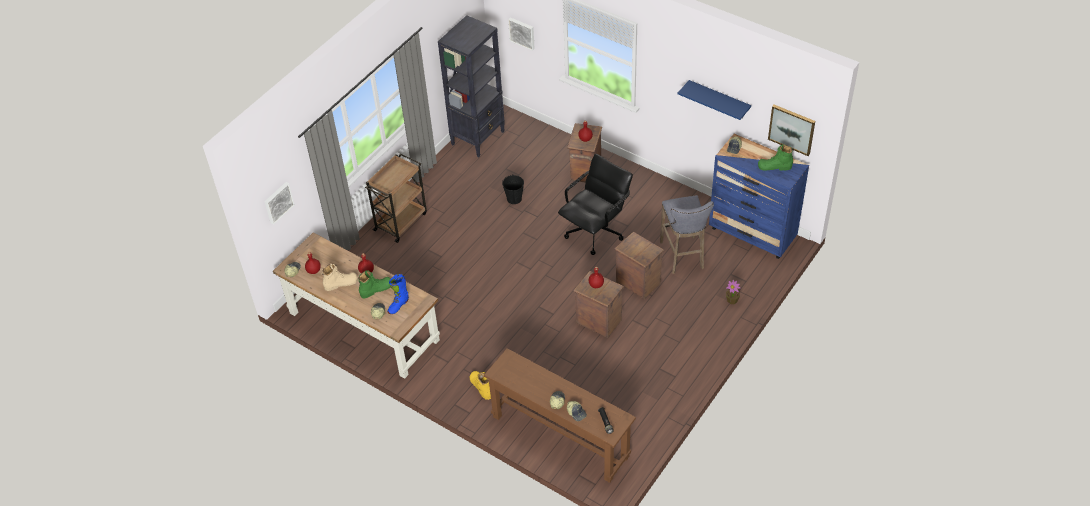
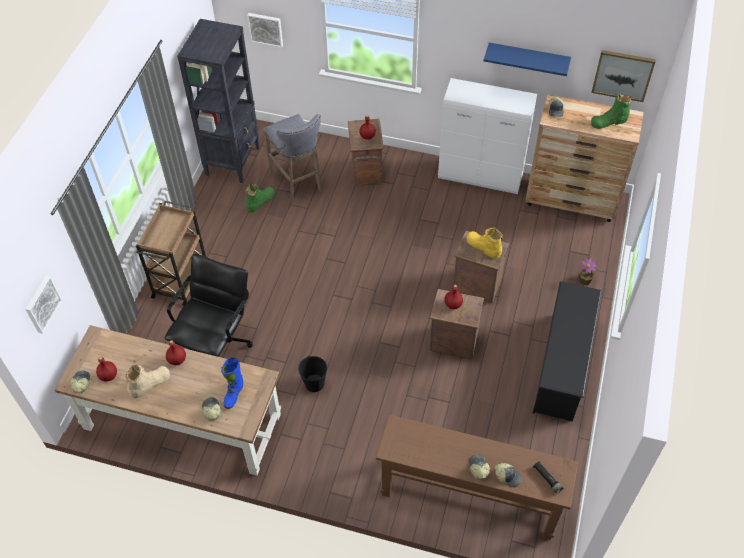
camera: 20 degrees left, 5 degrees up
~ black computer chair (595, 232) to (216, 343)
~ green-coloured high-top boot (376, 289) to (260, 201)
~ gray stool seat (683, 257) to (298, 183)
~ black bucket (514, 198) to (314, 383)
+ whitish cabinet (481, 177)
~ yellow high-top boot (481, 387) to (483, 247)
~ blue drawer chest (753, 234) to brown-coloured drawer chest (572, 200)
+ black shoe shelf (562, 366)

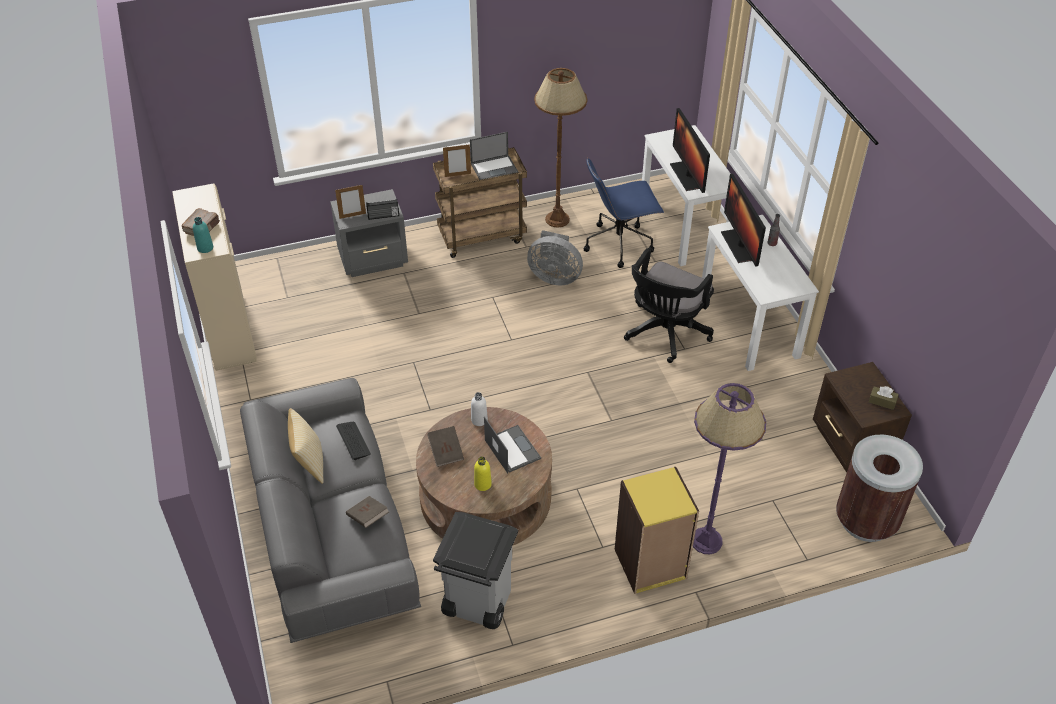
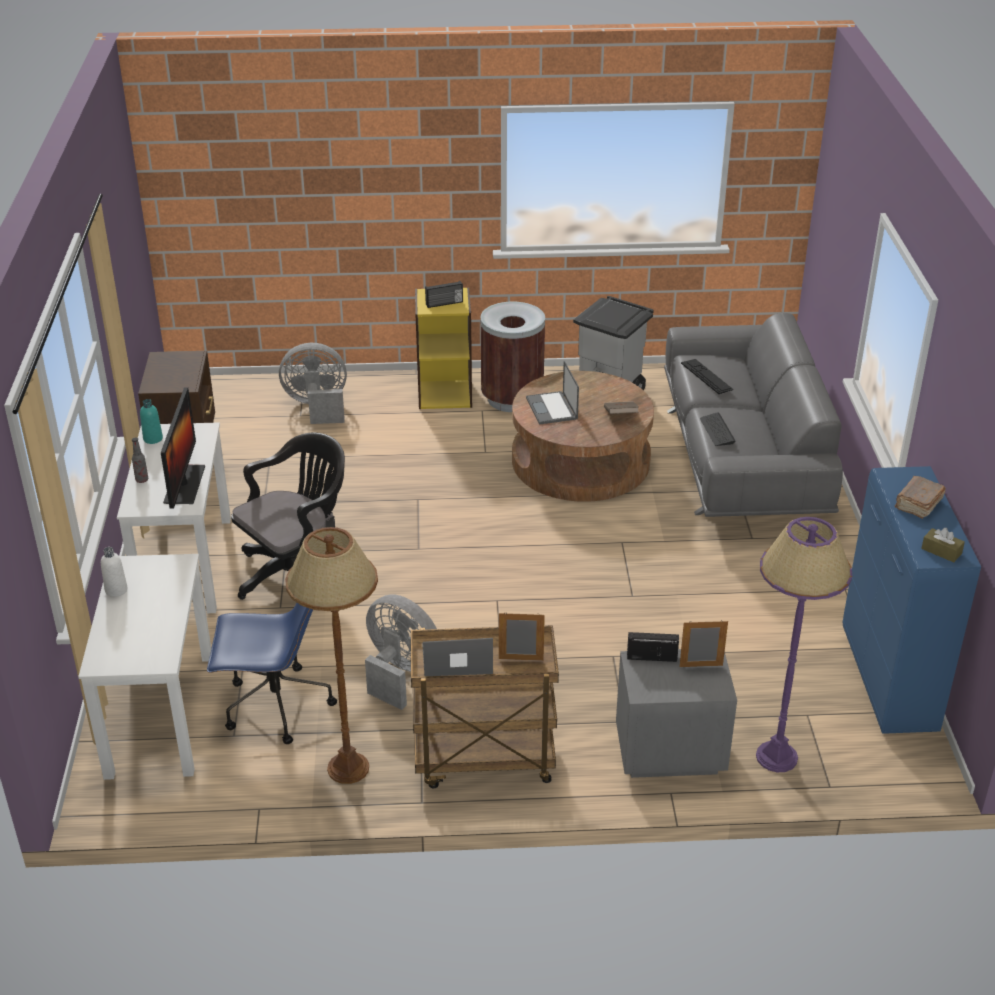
camera: 165 degrees left, 10 degrees down
~ whitish beverage bottle (479, 420) to (116, 590)
~ blue-green beverage bottle (205, 248) to (153, 439)
+ gray cooling fan (317, 407)
+ radio (444, 303)
~ brown-coloured waste bin (866, 520) to (511, 399)
~ brown-coloured book (368, 518) to PC keyboard (706, 376)
~ purple-coloured standing lamp (706, 541) to (776, 757)
~ beige cabinet (229, 330) to blue cabinet (889, 681)
~ brown-coloured box of tissues (882, 401) to (941, 551)
- pillow (309, 463)
- yellow beverage bottle (482, 484)
- monitor (687, 175)

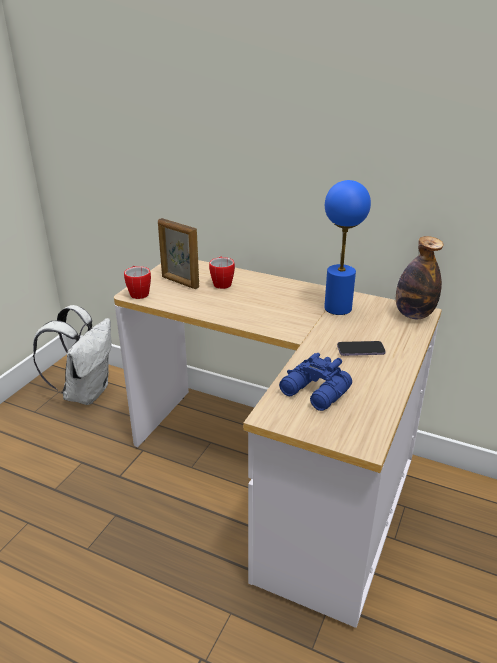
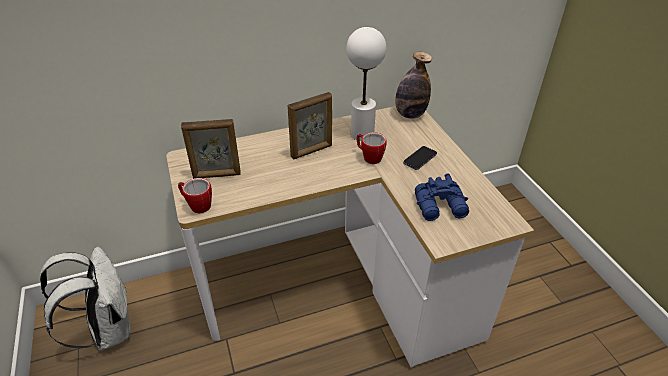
camera: 45 degrees left, 10 degrees up
+ photo frame (312, 151)
~ blue lamp for a table (338, 308) to whitish lamp for a table (362, 134)
~ coffee mug (222, 283) to (369, 157)

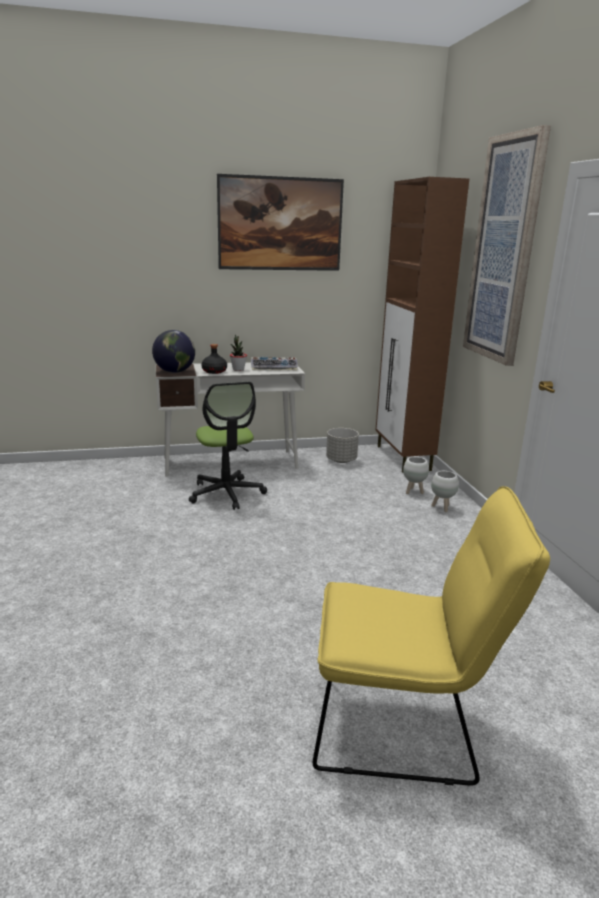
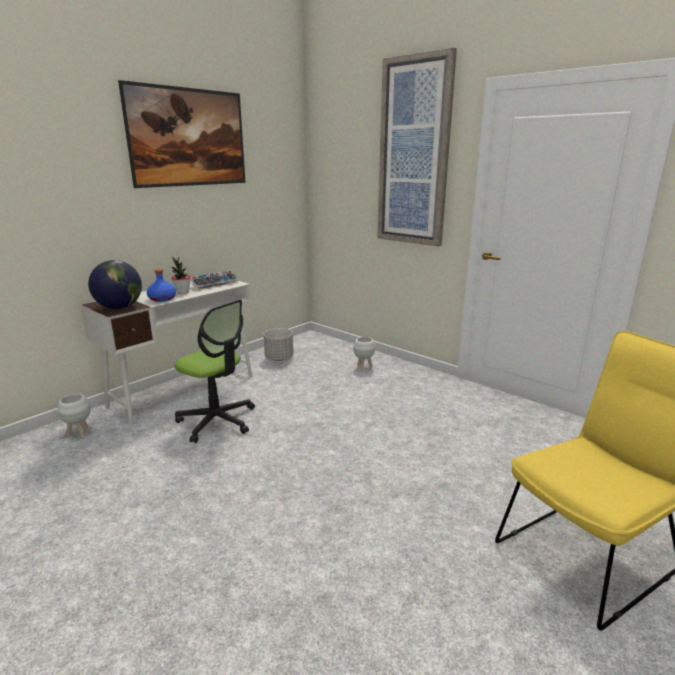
camera: 35 degrees left, 0 degrees up
~ whitish plant pot (442, 508) to (79, 433)
~ black beverage bottle (214, 371) to blue beverage bottle (162, 299)
- brown-coloured cabinet (403, 458)

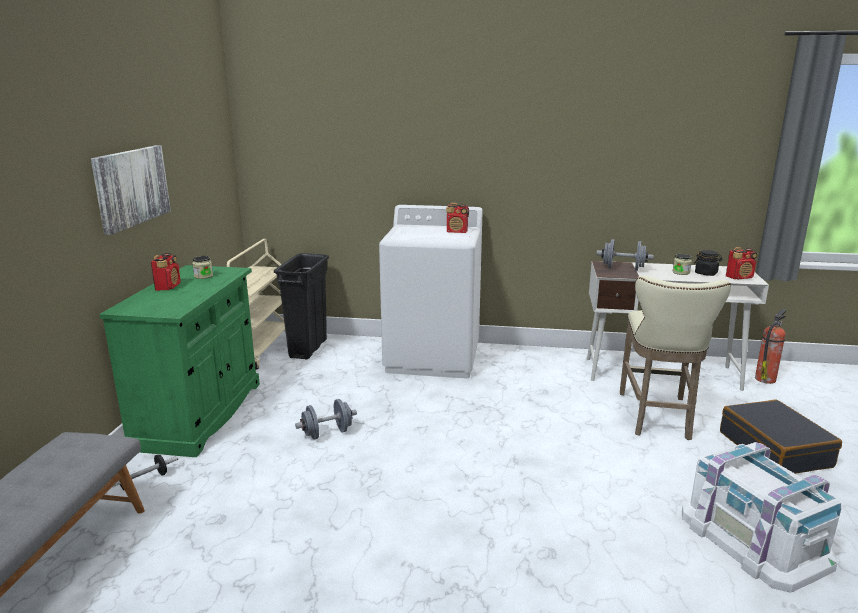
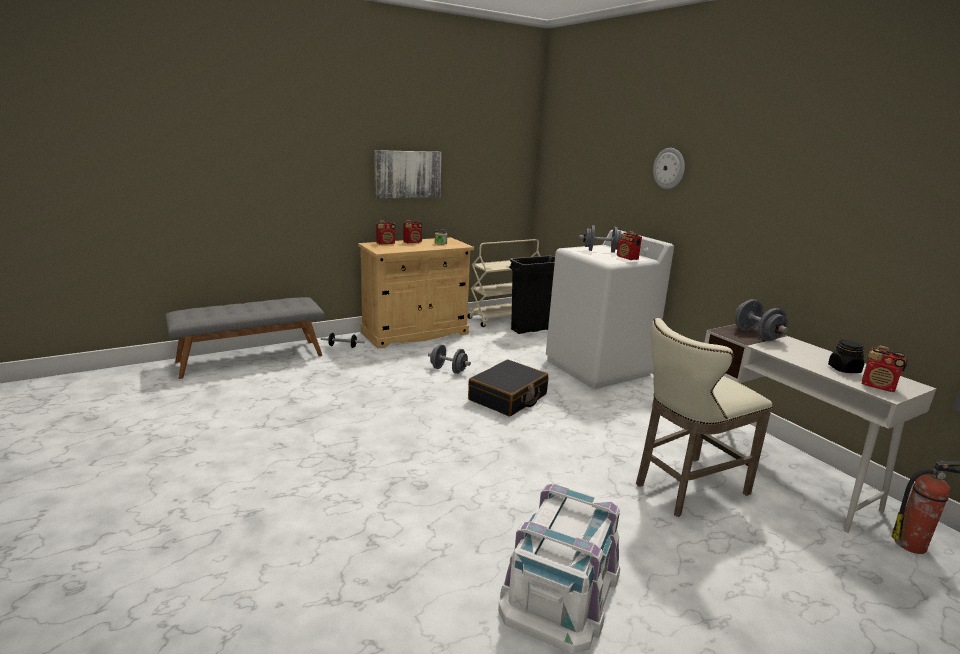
camera: 50 degrees right, 0 degrees up
~ green-coloured cabinet (199, 414) to beige cabinet (415, 333)
+ radio (386, 243)
~ black suitcase (775, 449) to (508, 397)
+ gray free weight (601, 251)
+ hanging clock (669, 168)
- storage jar (681, 272)

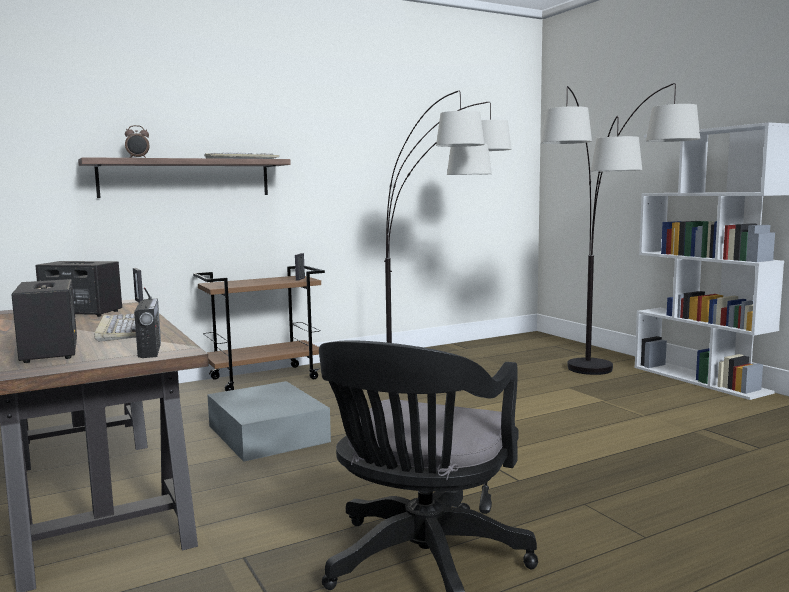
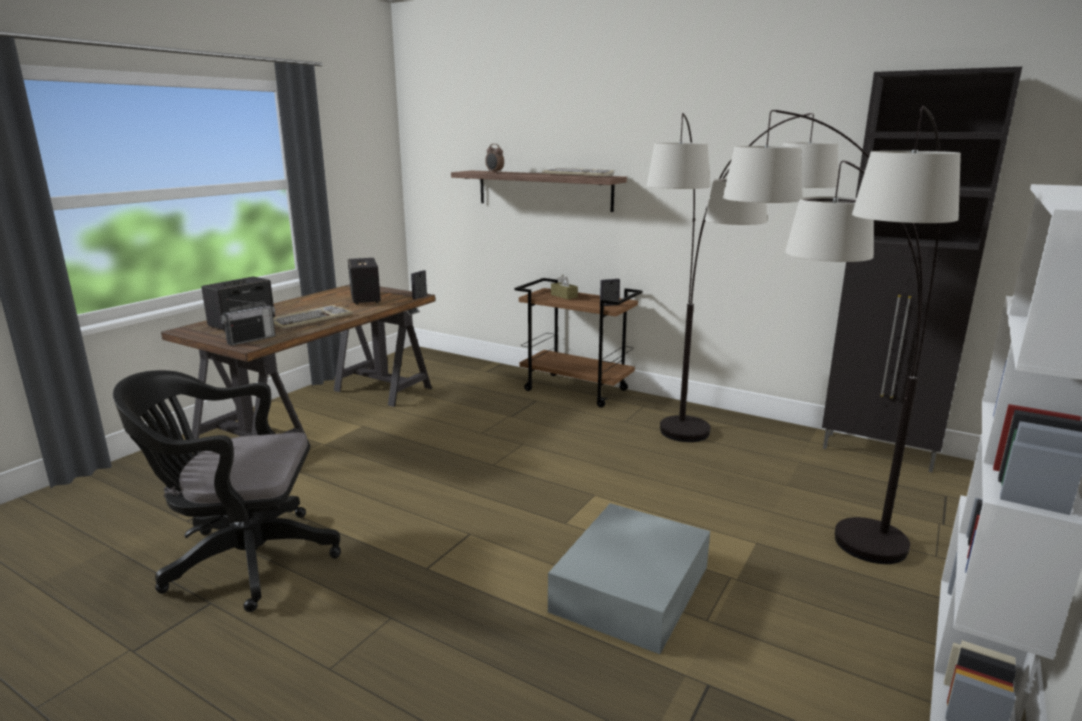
camera: 60 degrees right, 10 degrees up
~ gray storage container (267, 433) to (632, 587)
+ brown-coloured box of tissues (564, 296)
+ black cabinet (879, 452)

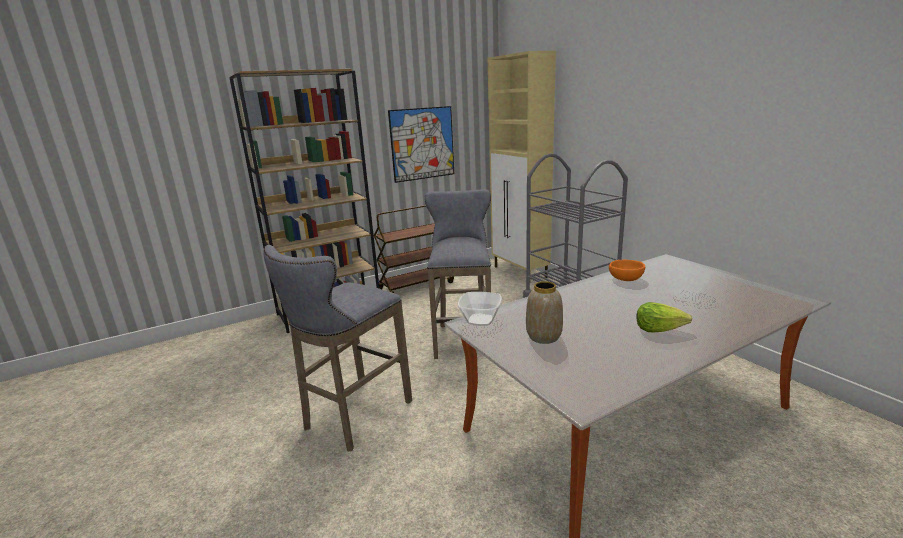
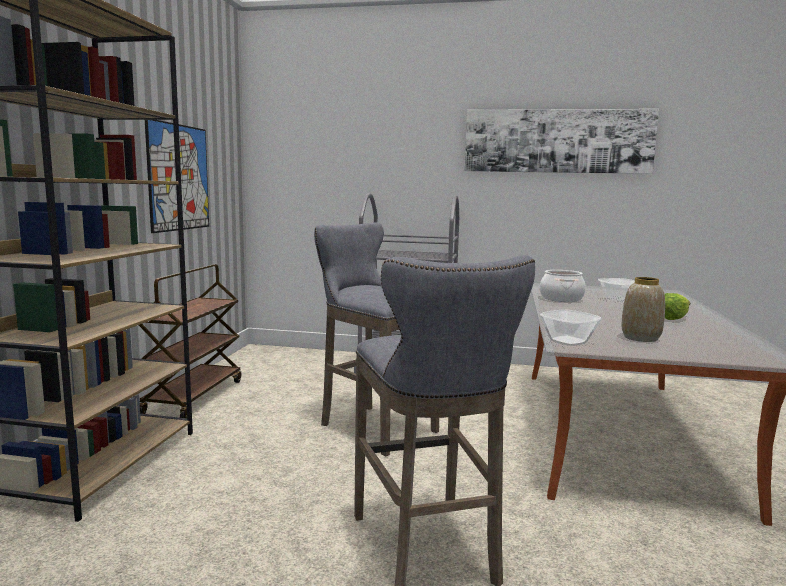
camera: 50 degrees left, 10 degrees down
+ picture (557, 141)
~ orangey deep dish (626, 279) to stockpot (561, 299)
- beige cabinet (520, 272)

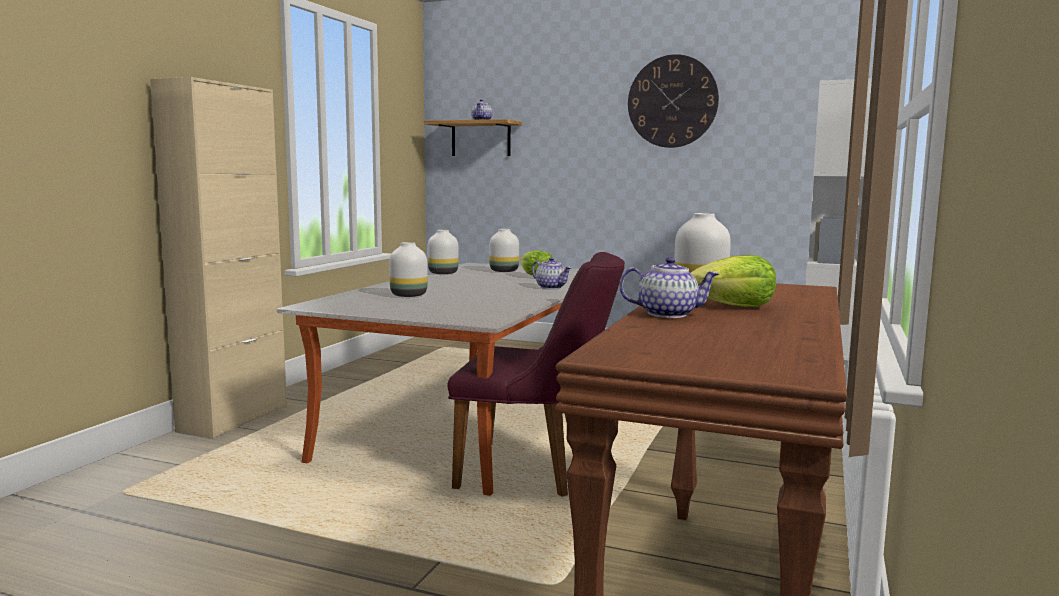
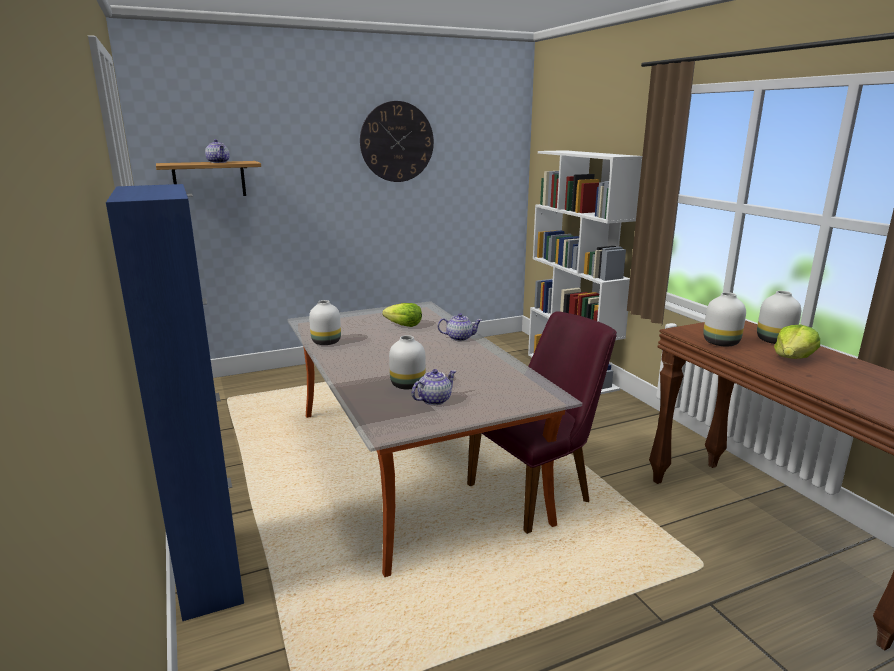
camera: 45 degrees left, 10 degrees up
~ beige cabinet (234, 419) to blue cabinet (209, 571)
~ pot for tea (668, 314) to (434, 400)
~ whitish decorative vase (504, 271) to (775, 341)

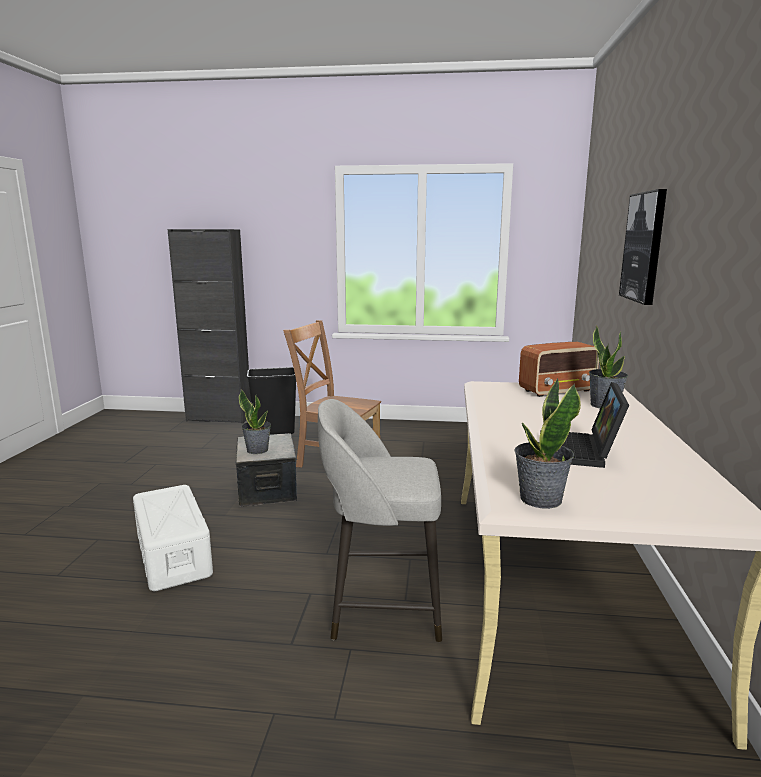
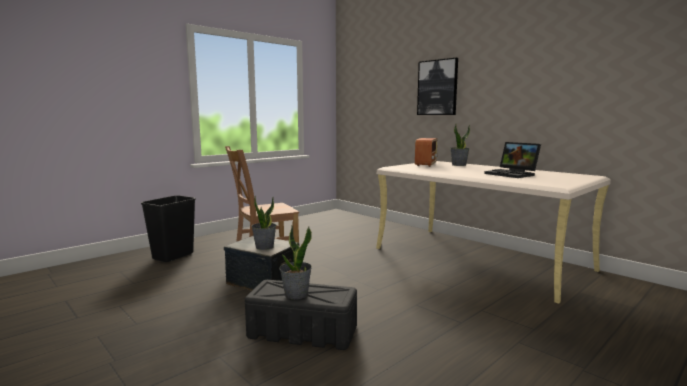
camera: 50 degrees left, 5 degrees down
~ whitish storage container (173, 554) to black storage container (302, 332)
~ houseplant (540, 499) to (296, 294)
- black cabinet (219, 418)
- gray stool seat (382, 606)

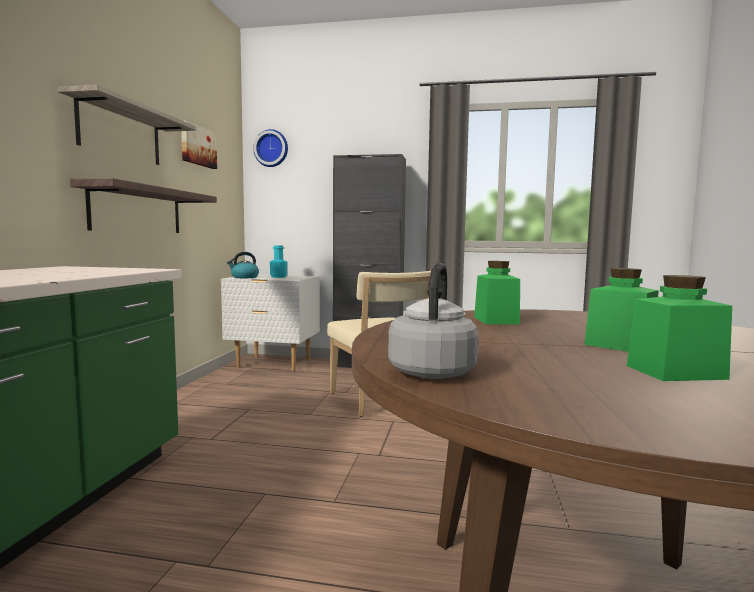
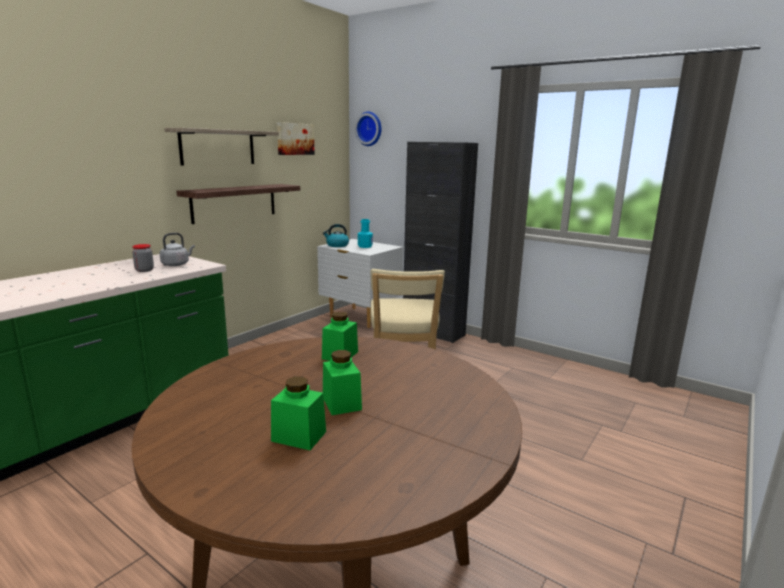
camera: 25 degrees right, 10 degrees up
+ storage jar (144, 270)
~ gray tea kettle (433, 371) to (177, 264)

